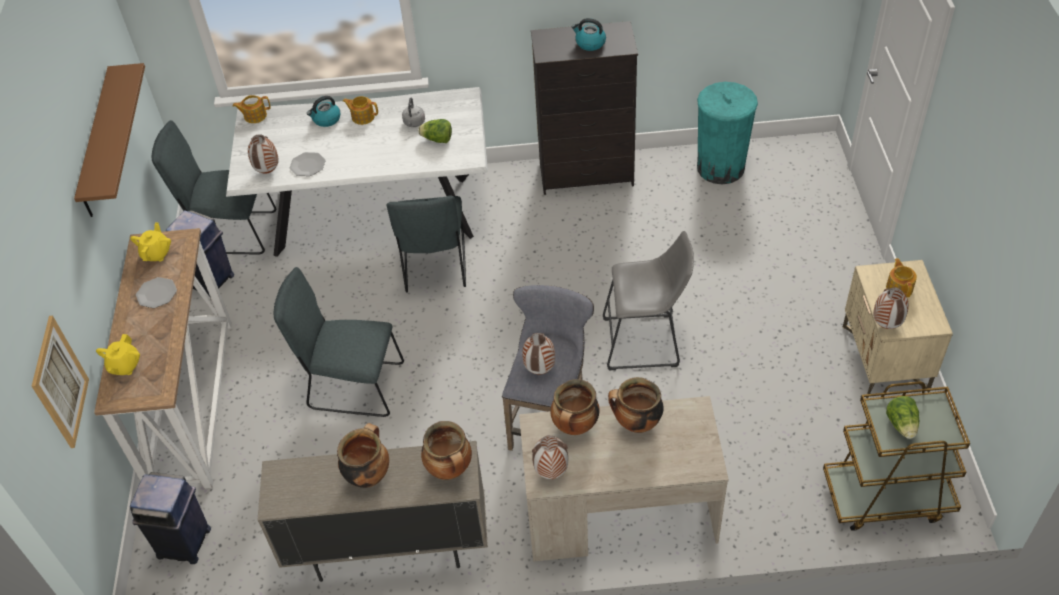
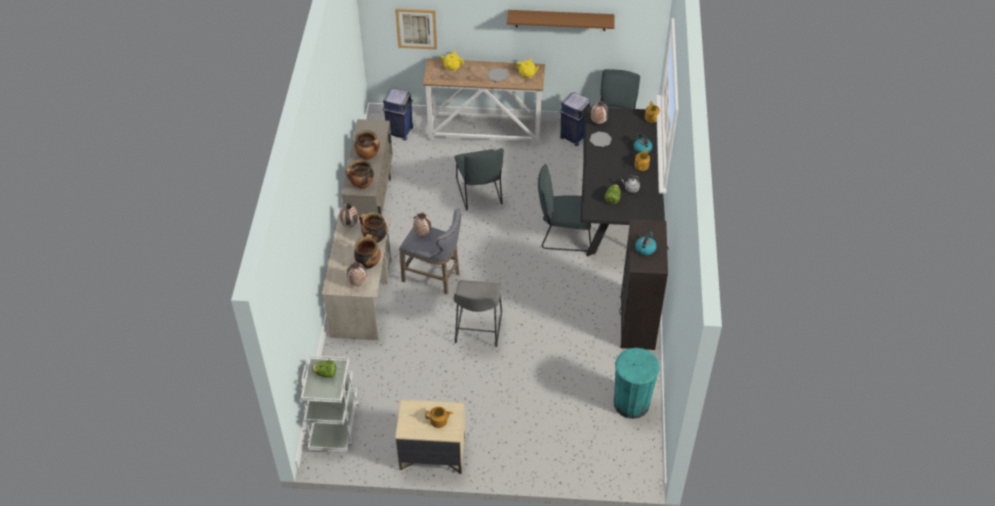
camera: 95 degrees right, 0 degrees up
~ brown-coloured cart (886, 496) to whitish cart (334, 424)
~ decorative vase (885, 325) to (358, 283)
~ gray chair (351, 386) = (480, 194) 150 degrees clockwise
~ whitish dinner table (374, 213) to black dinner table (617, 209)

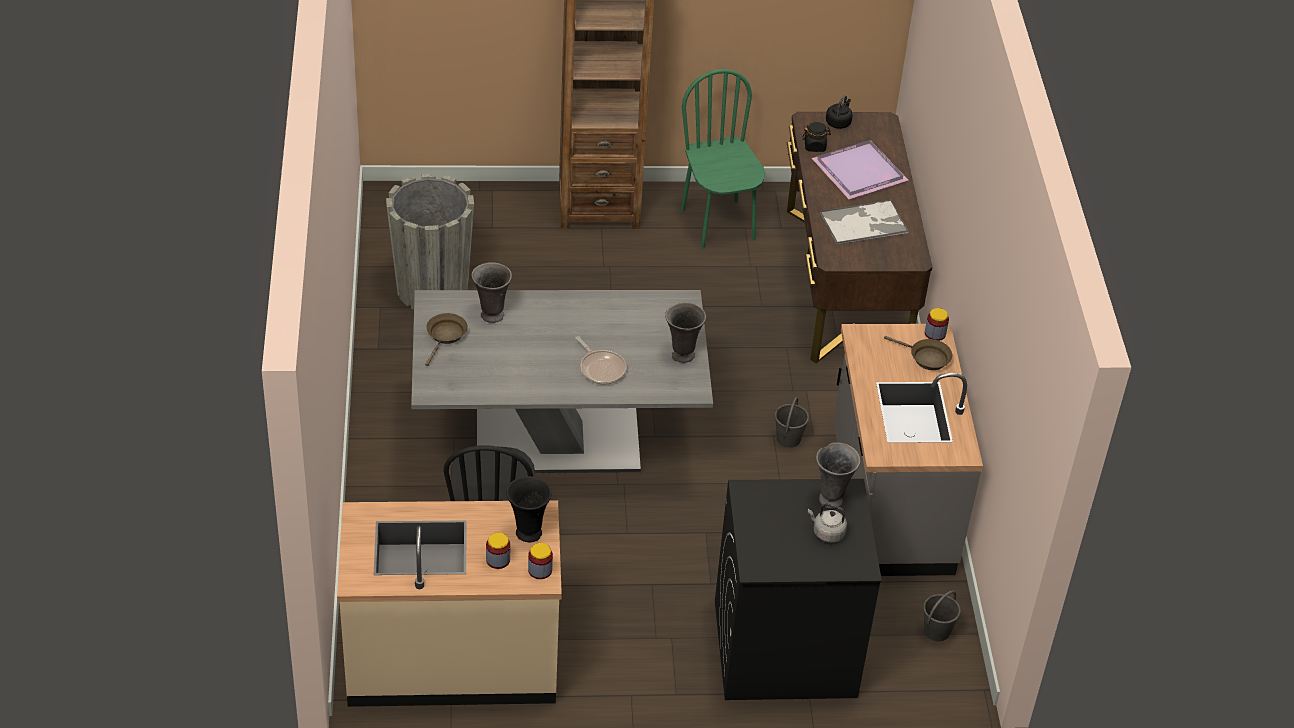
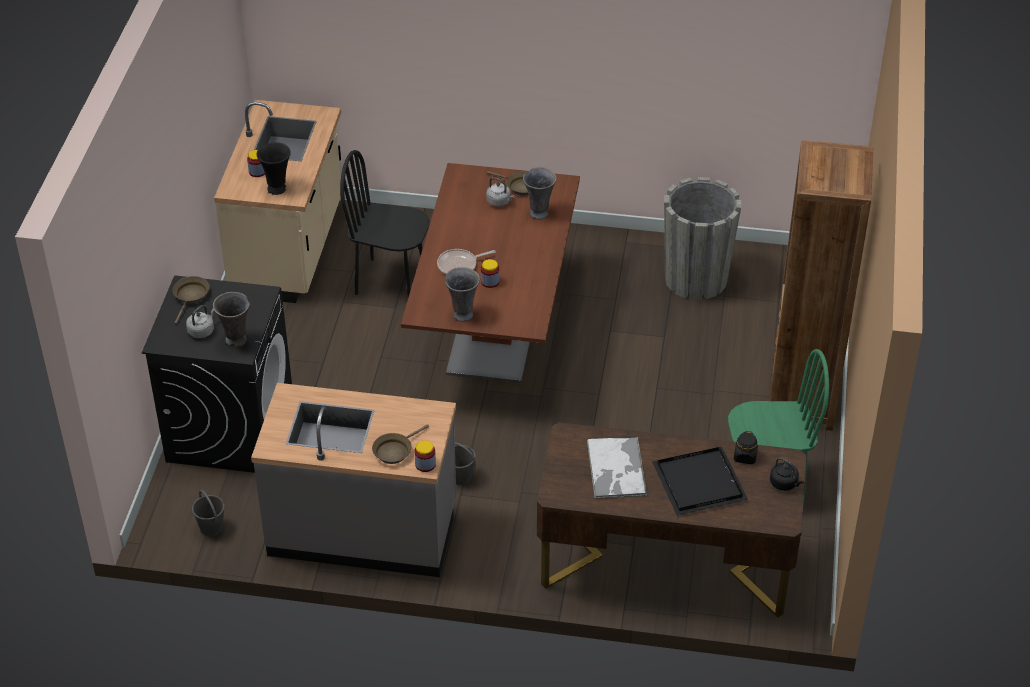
camera: 105 degrees right, 0 degrees up
+ brown-coloured frying pan (191, 297)
~ gray dinner table (557, 440) to brown-coloured dinner table (494, 331)
~ storage jar (540, 570) to (490, 281)
+ gray tea kettle (499, 202)
~ purple-coloured tray (859, 170) to black tray (701, 483)

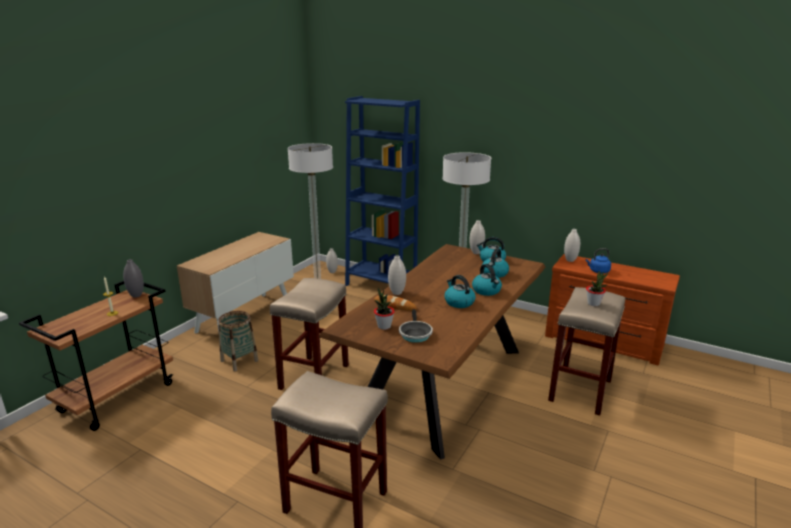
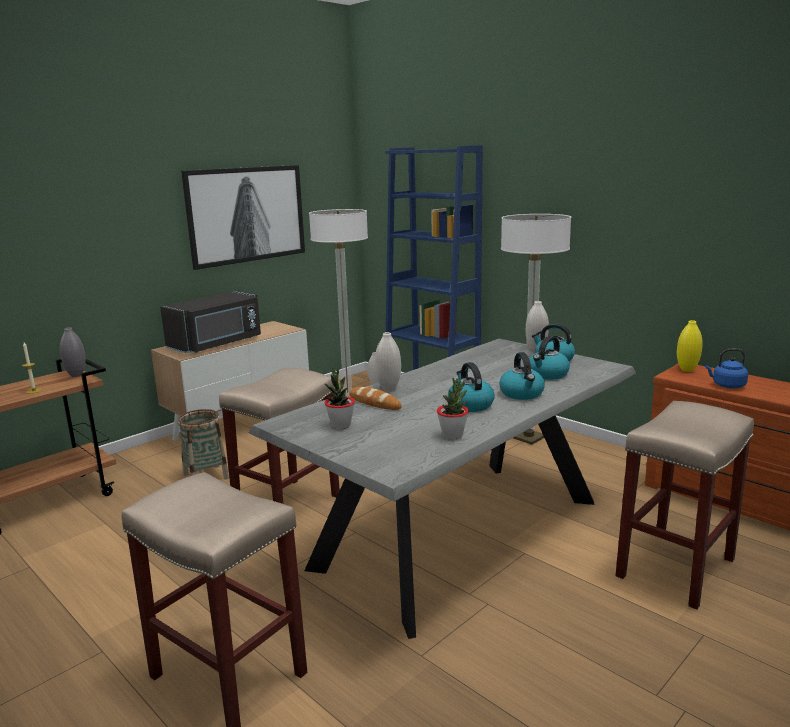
camera: 15 degrees right, 5 degrees down
+ black microwave oven (217, 344)
+ picture (247, 214)
~ brown-coloured dinner table (443, 384) to gray dinner table (460, 534)
~ houseplant (593, 304) to (452, 435)
~ whitish decorative vase (570, 260) to yellow decorative vase (687, 370)
- frying pan (415, 333)

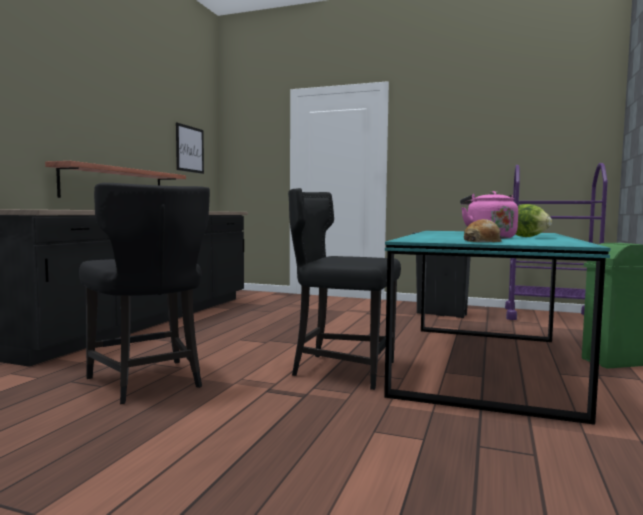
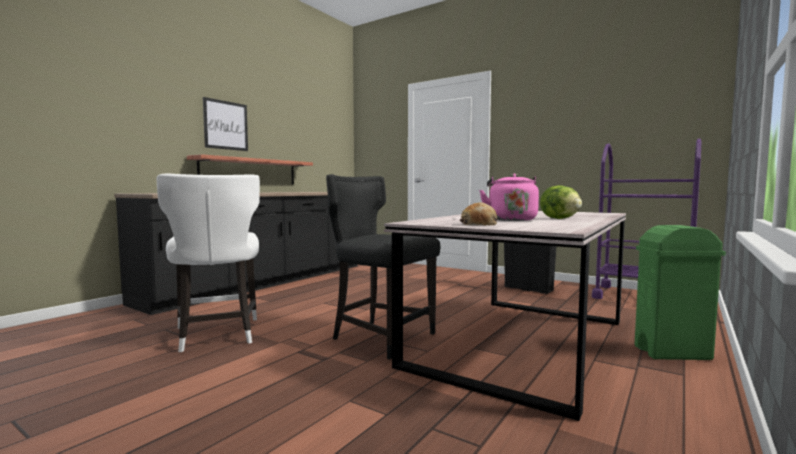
camera: 15 degrees right, 0 degrees up
~ black chair (148, 382) to whitish chair (217, 335)
~ picture (189, 149) to (226, 125)
~ blue-green dinner table (485, 363) to gray dinner table (524, 342)

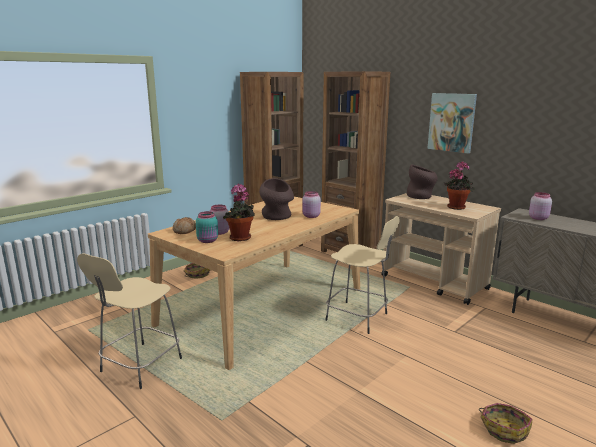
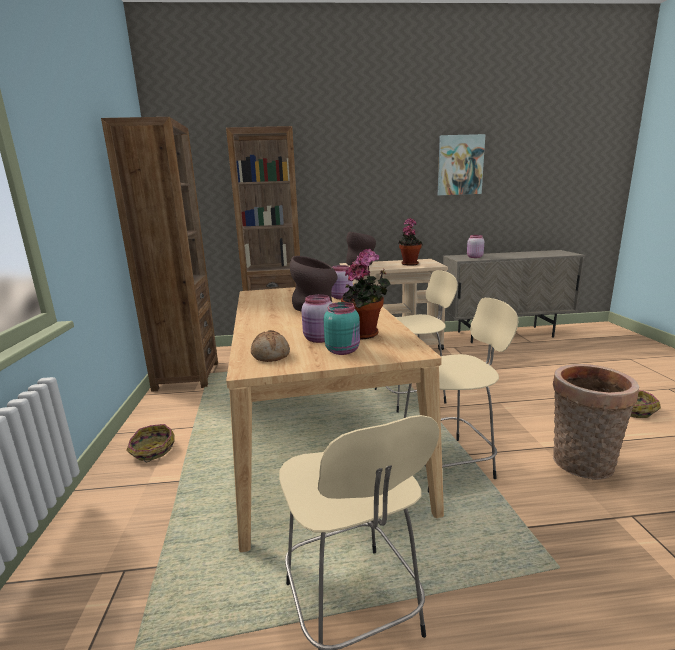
camera: 50 degrees left, 0 degrees up
+ beige stool seat (448, 463)
~ picture (451, 122) to (460, 165)
+ storage basket (581, 465)

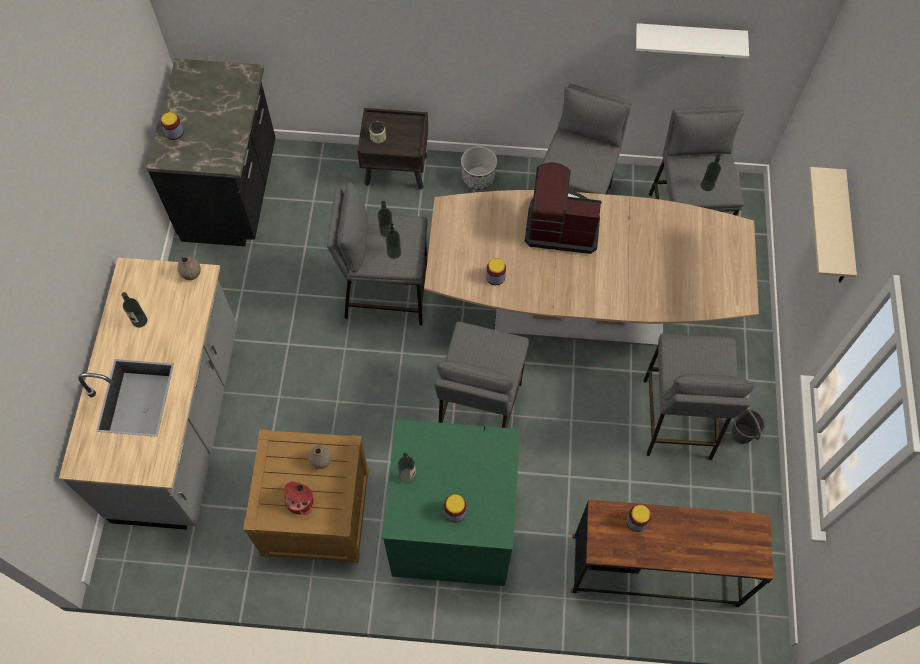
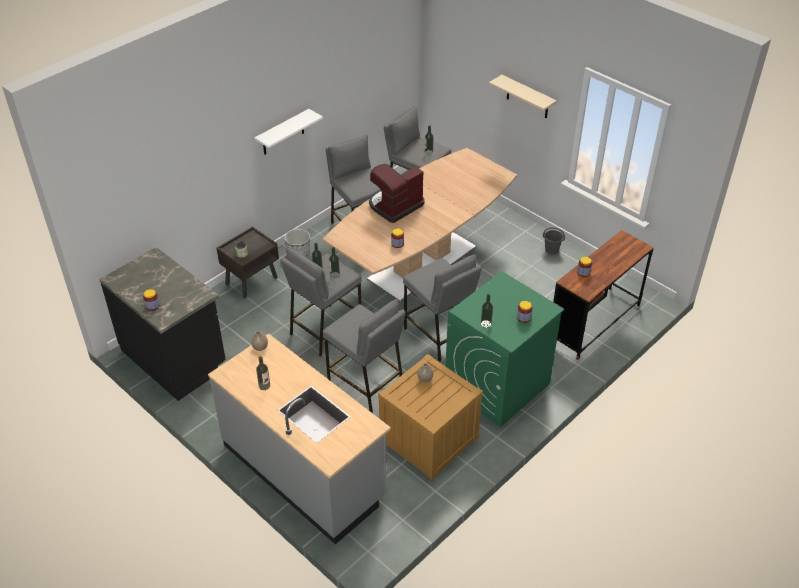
camera: 50 degrees left, 20 degrees down
~ whitish shelf (688, 40) to (283, 133)
~ gray stool seat (677, 419) to (366, 384)
- stockpot (300, 501)

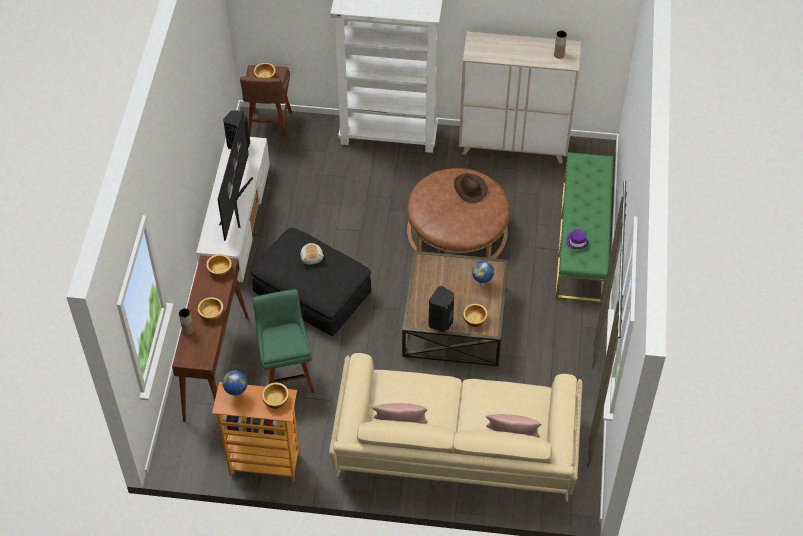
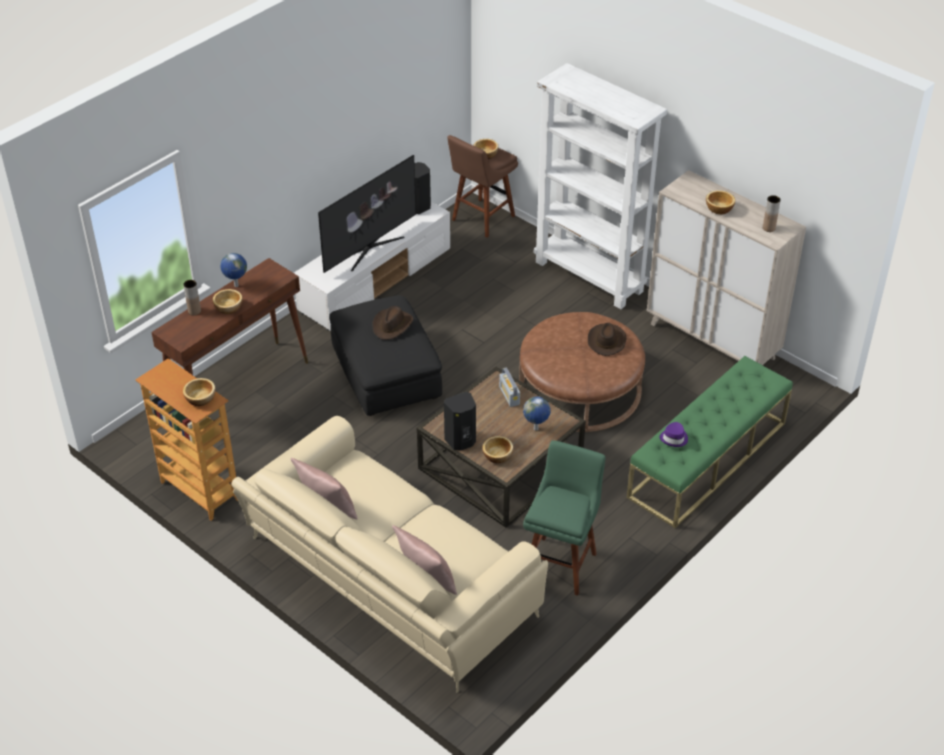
camera: 35 degrees right, 10 degrees down
~ desk globe (237, 396) to (236, 286)
~ soft toy (312, 257) to brown-coloured hat (392, 325)
+ radio (509, 395)
~ green-coloured stool seat (287, 375) to (561, 562)
~ deep dish (219, 270) to (718, 209)

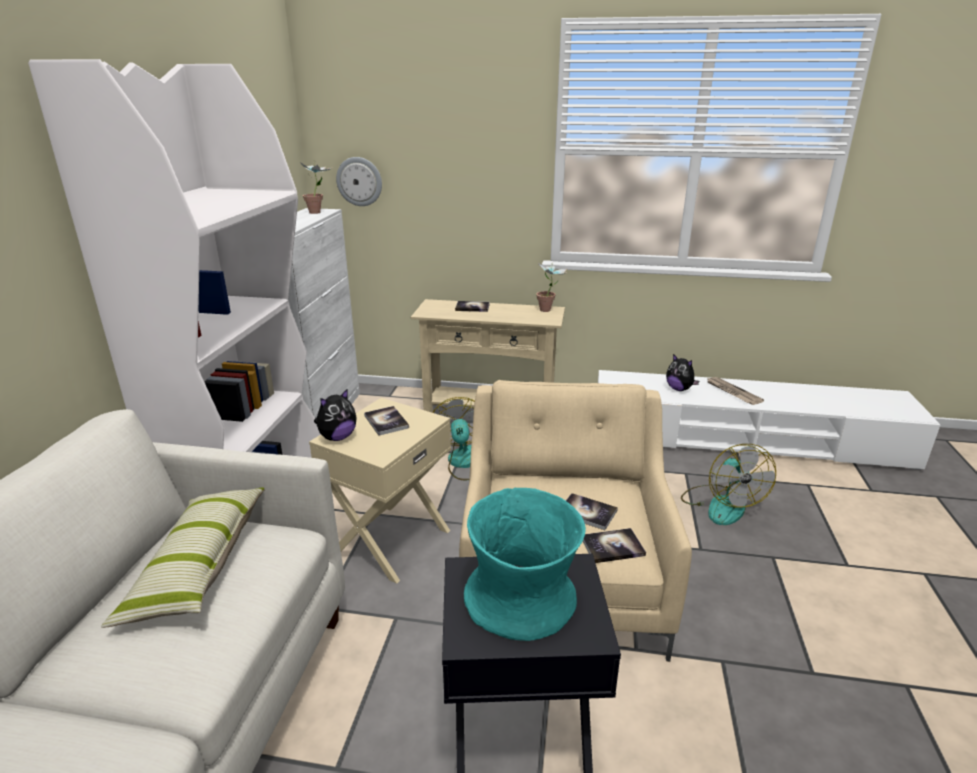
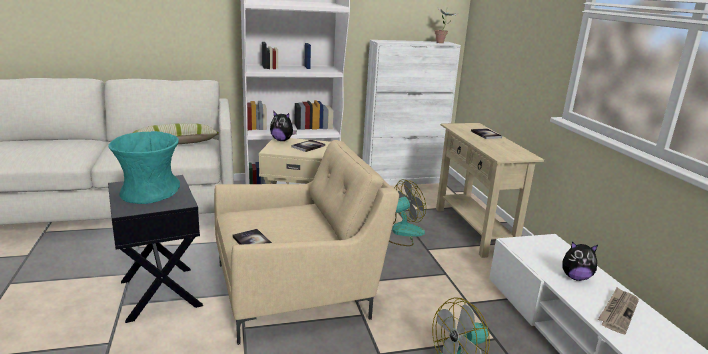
camera: 65 degrees right, 5 degrees down
~ soft toy (679, 389) = (575, 277) 105 degrees counterclockwise
- hanging clock (359, 181)
- houseplant (549, 310)
- book (587, 512)

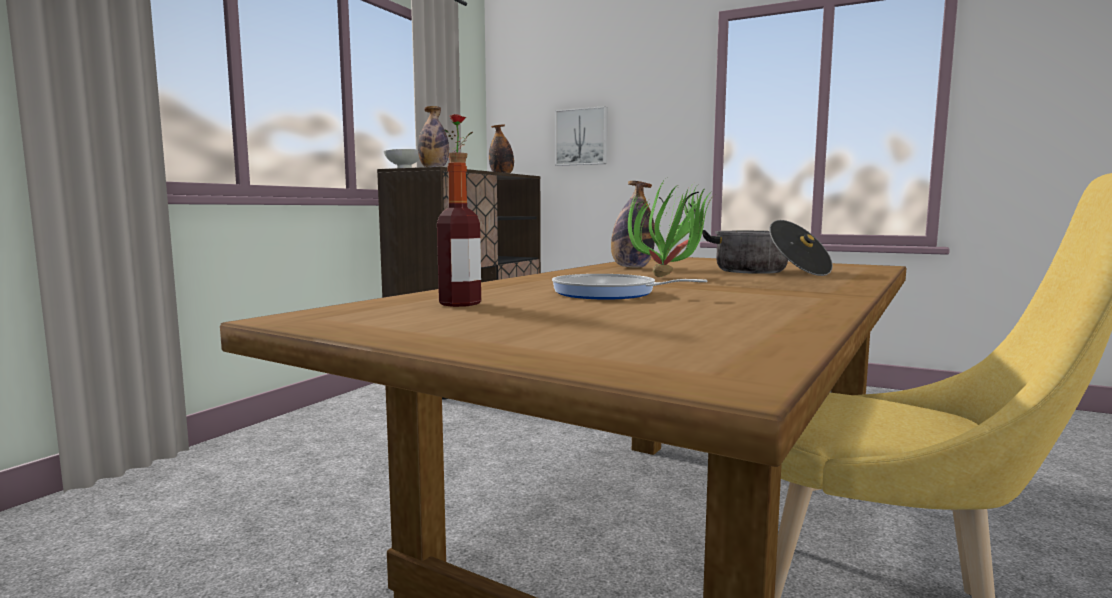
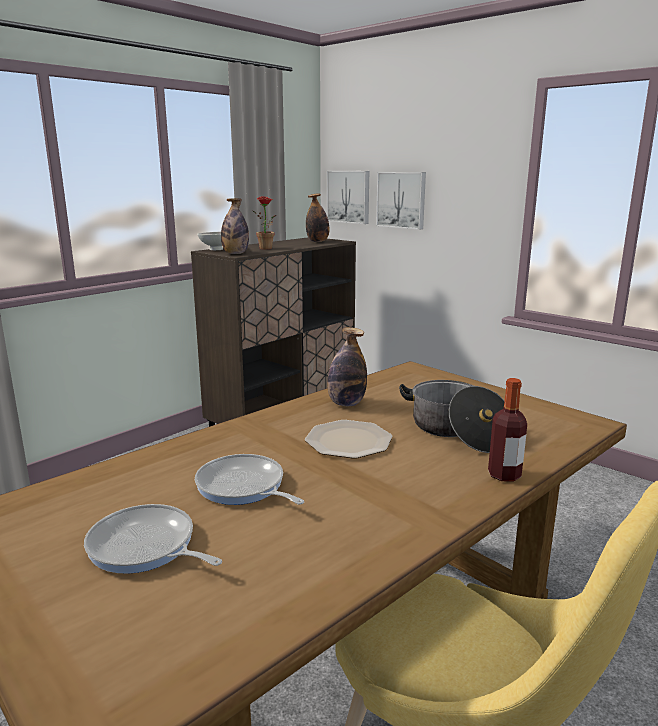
camera: 15 degrees right, 10 degrees up
+ frying pan (145, 547)
~ houseplant (673, 277) to flat dish (349, 441)
+ picture (349, 196)
~ beverage bottle (460, 304) to (504, 475)

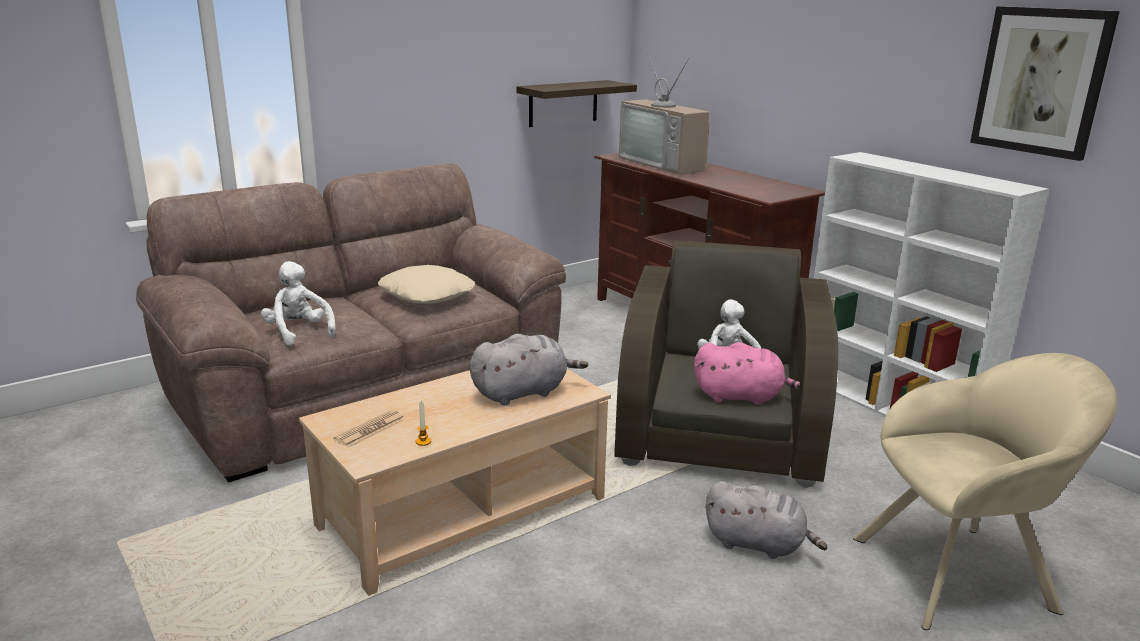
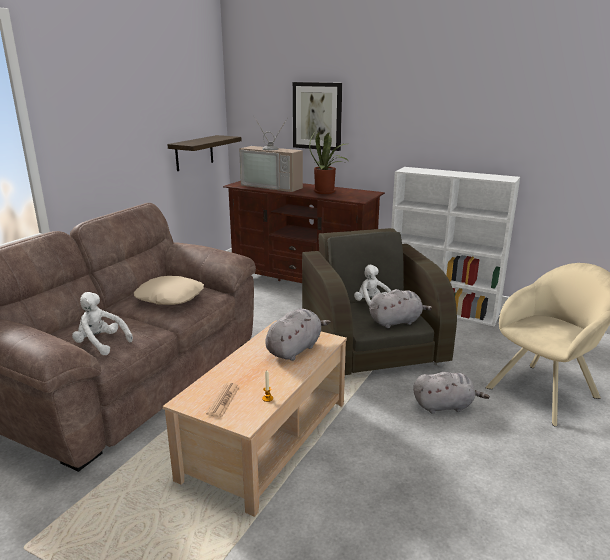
camera: 25 degrees left, 0 degrees up
~ picture (1041, 81) to (317, 116)
+ houseplant (327, 192)
~ pink-coloured soft toy (741, 397) to gray soft toy (397, 322)

